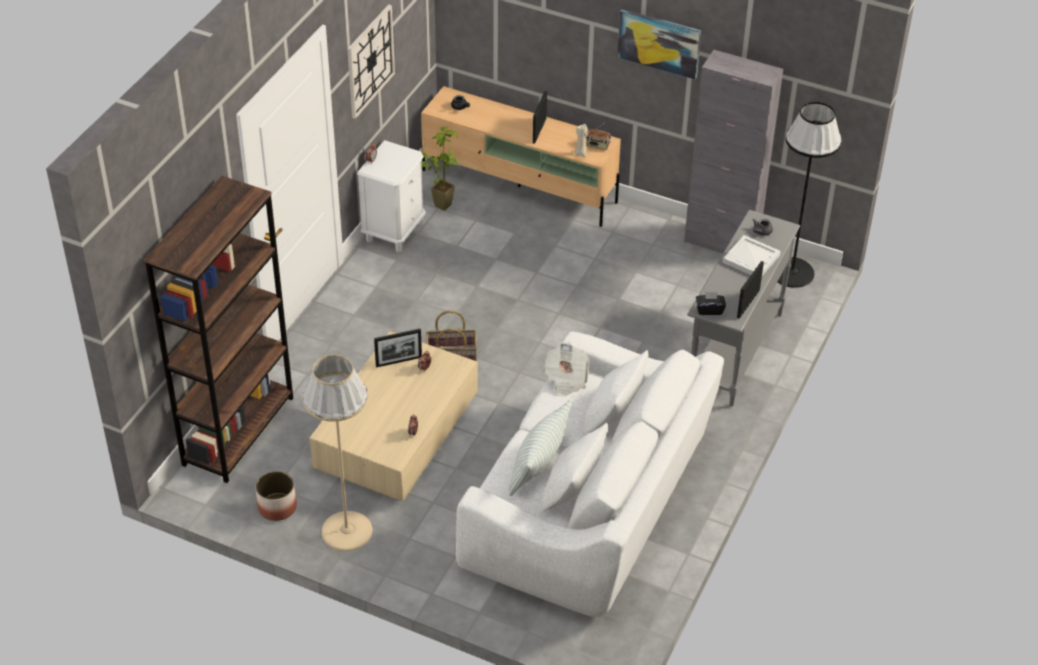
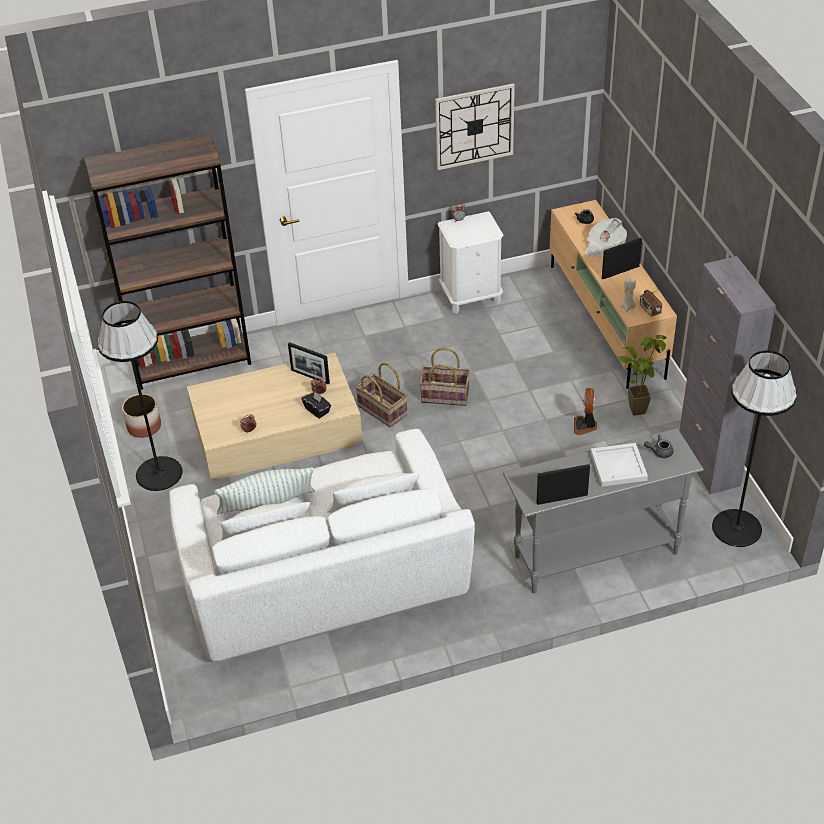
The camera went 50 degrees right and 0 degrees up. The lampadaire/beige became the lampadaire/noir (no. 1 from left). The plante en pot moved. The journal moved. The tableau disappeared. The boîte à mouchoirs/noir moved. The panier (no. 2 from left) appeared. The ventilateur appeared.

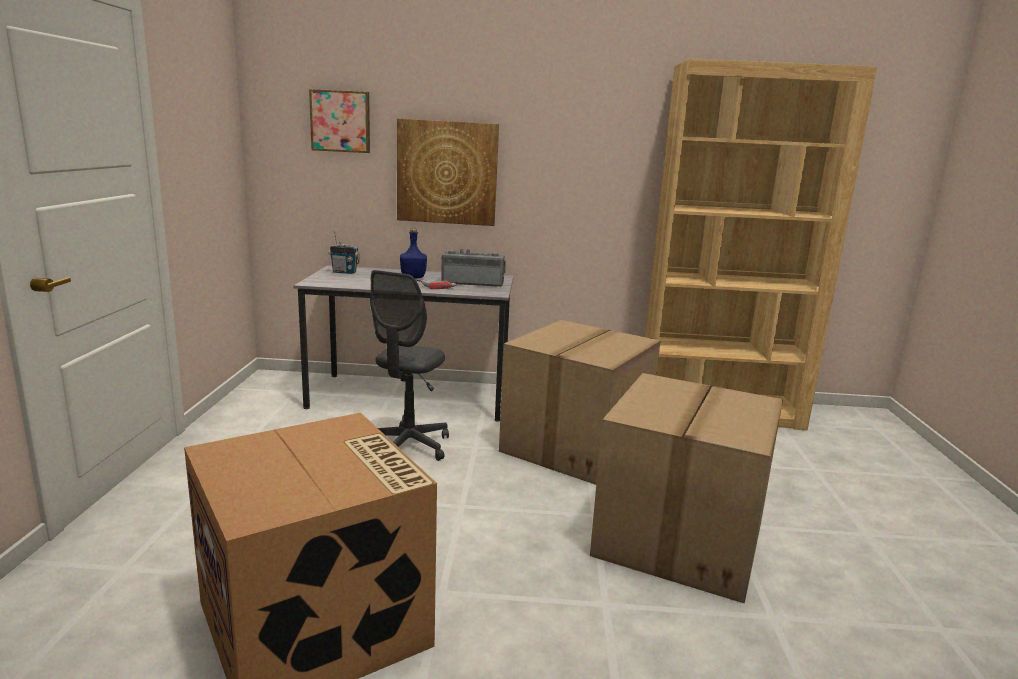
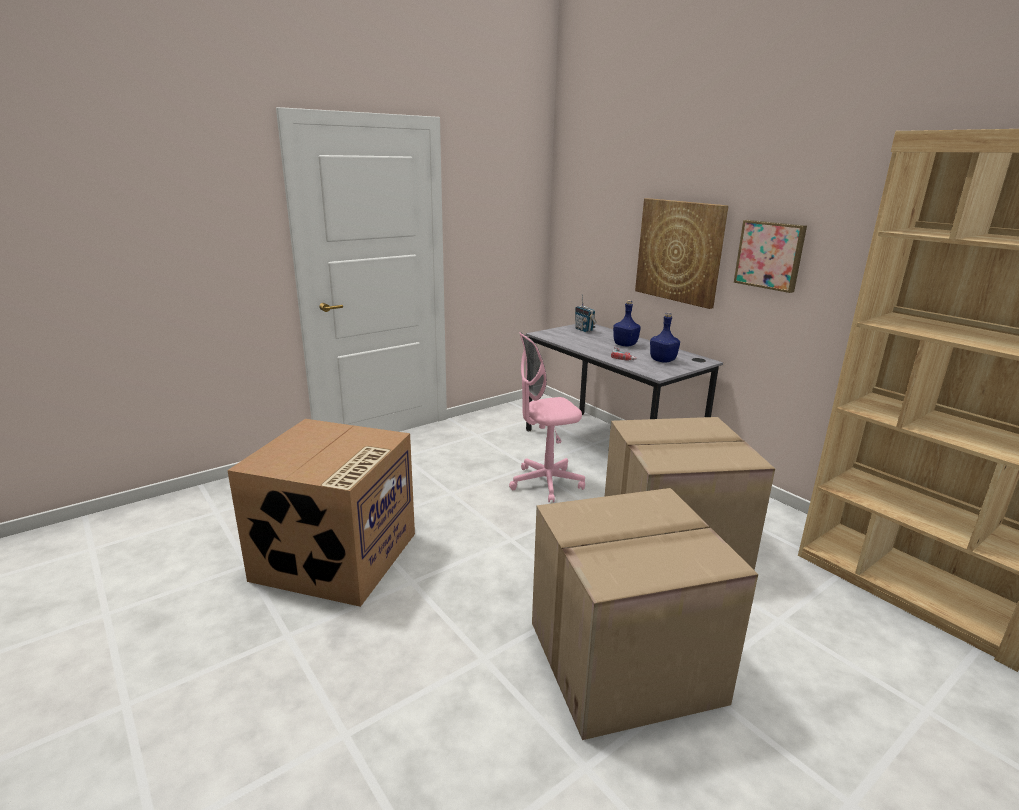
The camera went 50 degrees right and 5 degrees up. The tableau (no. 1 from left in the first image) moved. The chaise de bureau/gris became the chaise de bureau/rose. The radio (no. 2 from left) was replaced by the bouteille/bleu (no. 2 from left).

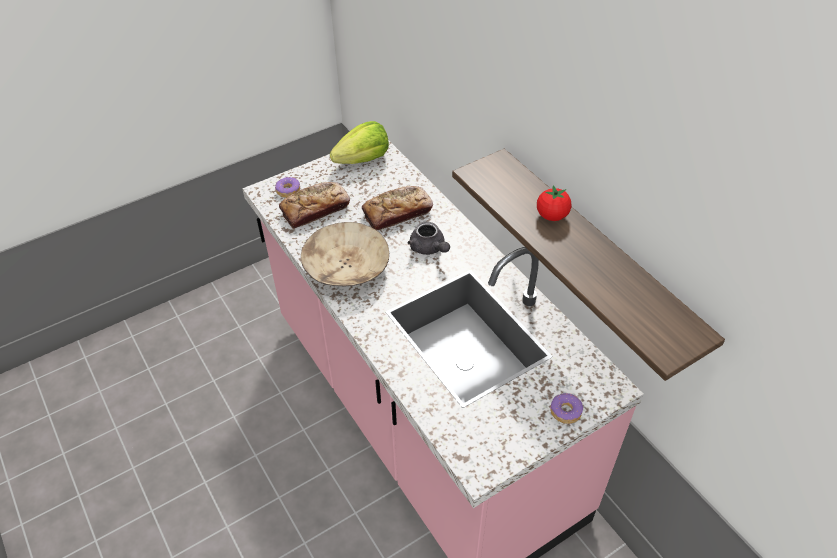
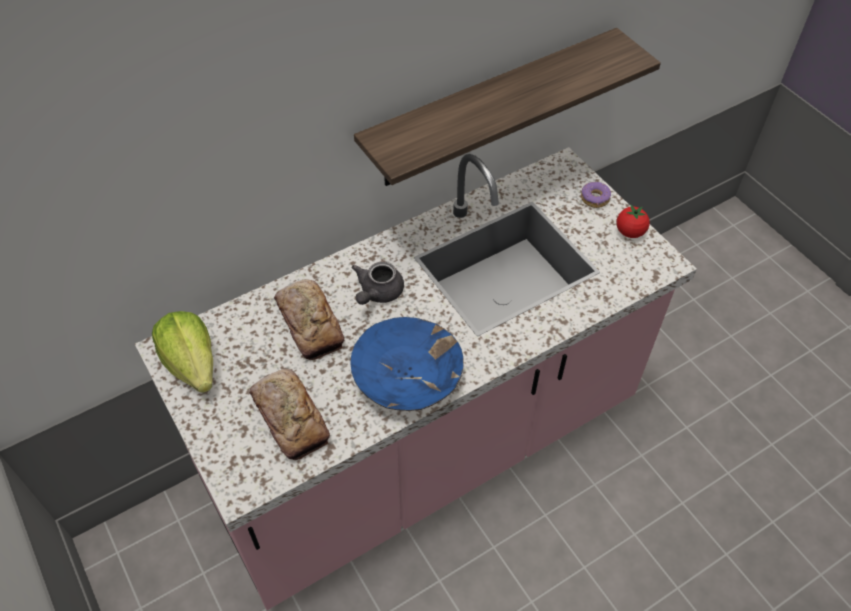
The camera went 90 degrees left and 5 degrees up. The beignet (no. 1 from left) disappeared. The bol/beige became the bol/bleu. The théière/gris turned 150 degrees clockwise. The tomate moved.

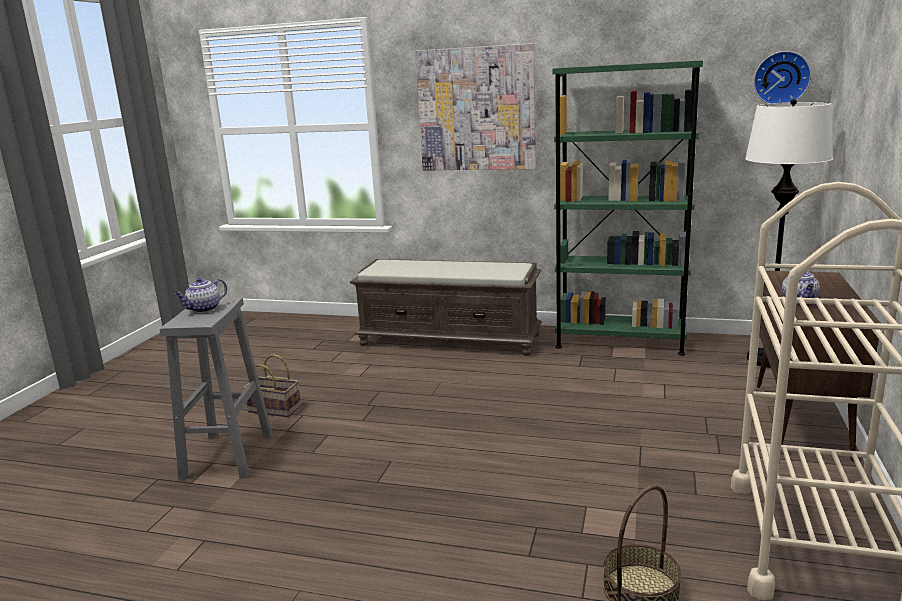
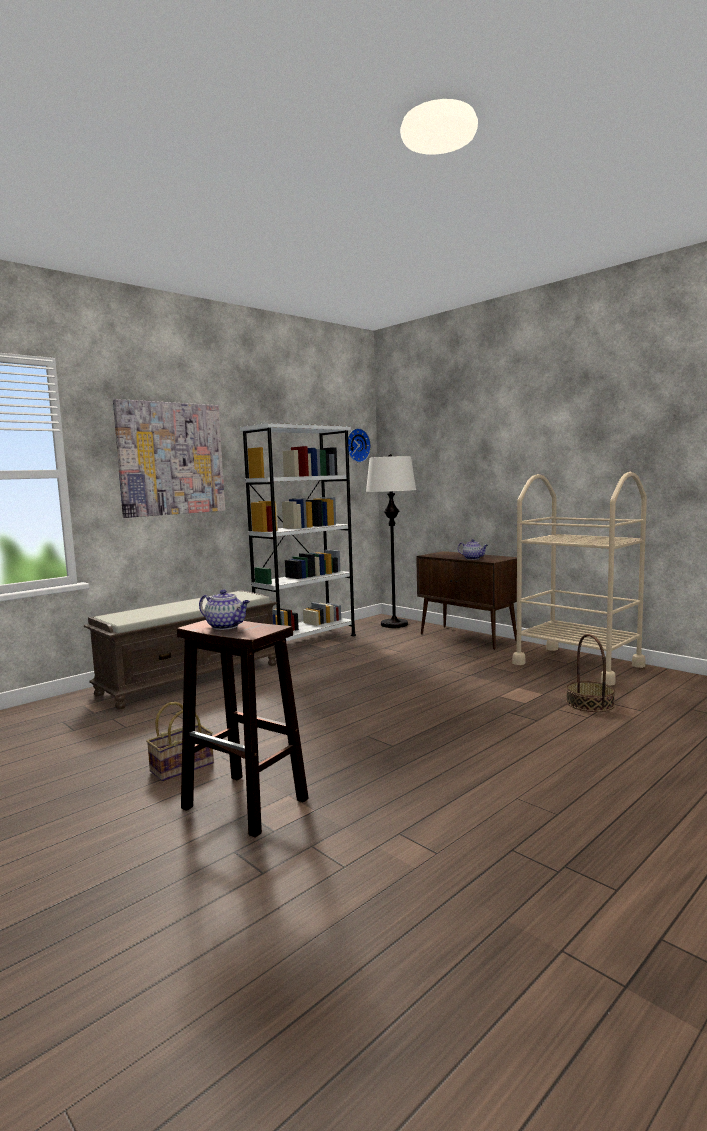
The camera went 60 degrees left and 10 degrees down. The tabouret/gris became the tabouret/marron. The théière (no. 1 from left) turned 45 degrees counterclockwise. The bibliothèque/vert became the bibliothèque/blanc.

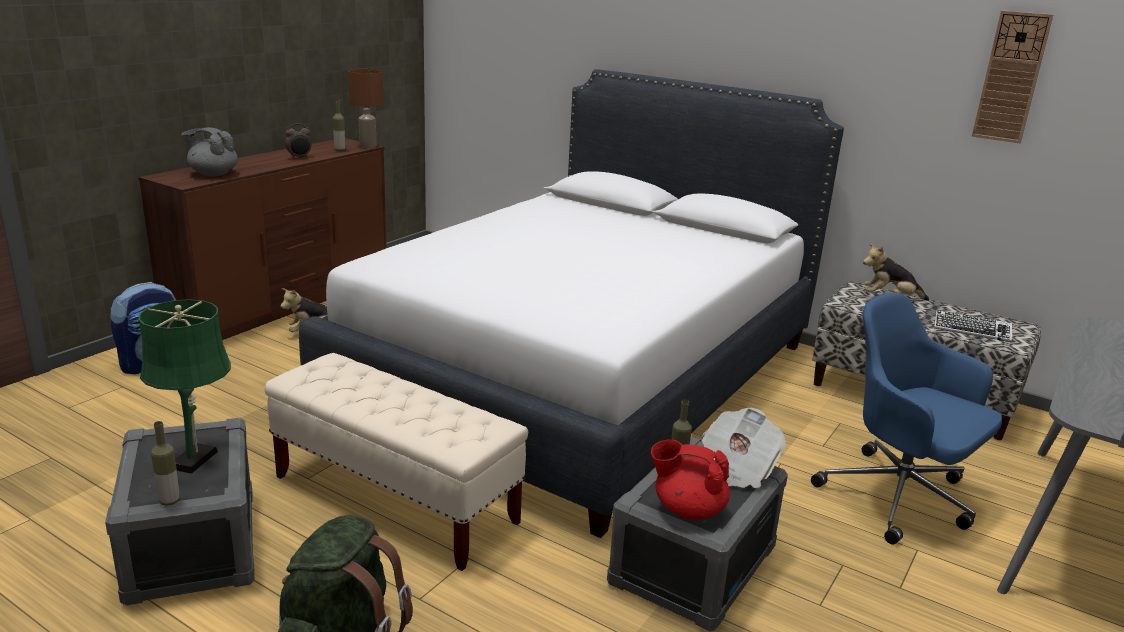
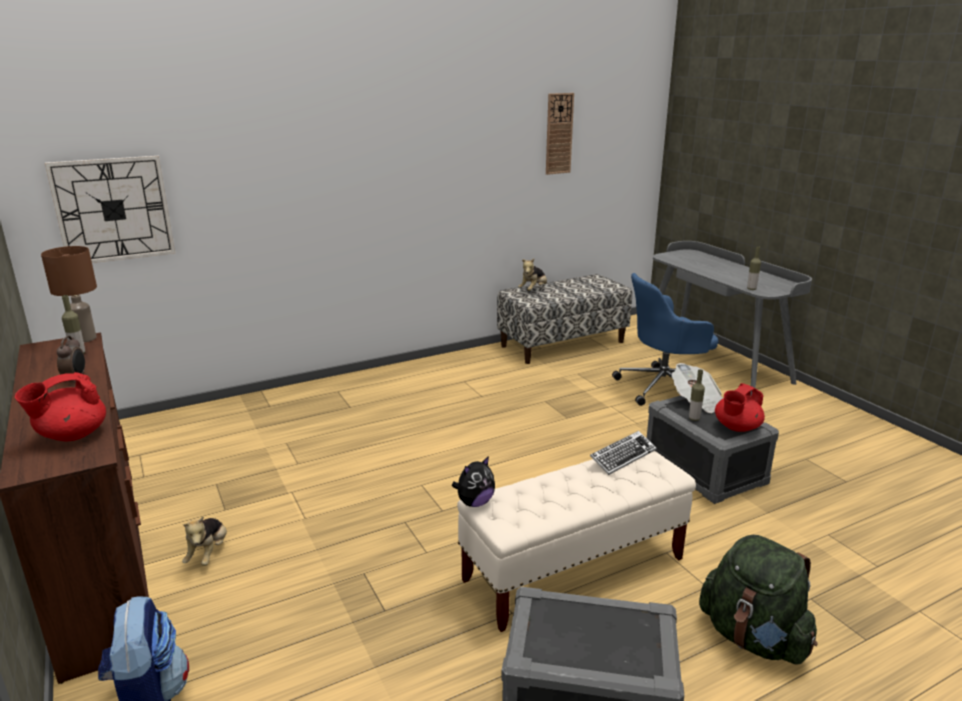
The camera went 60 degrees left and 0 degrees up. The lampe de table/vert disappeared. The bouteille (no. 1 from left in the first image) moved. The théière/gris became the théière/rouge (no. 1 from left). The lit/blanc disappeared. The clavier moved. The horloge murale (no. 1 from left) appeared. The peluche (no. 2 from left) appeared.

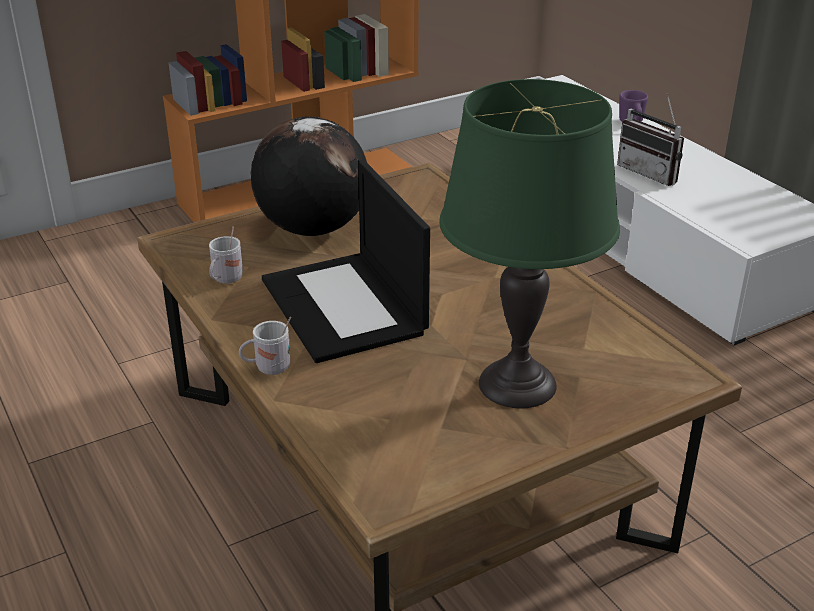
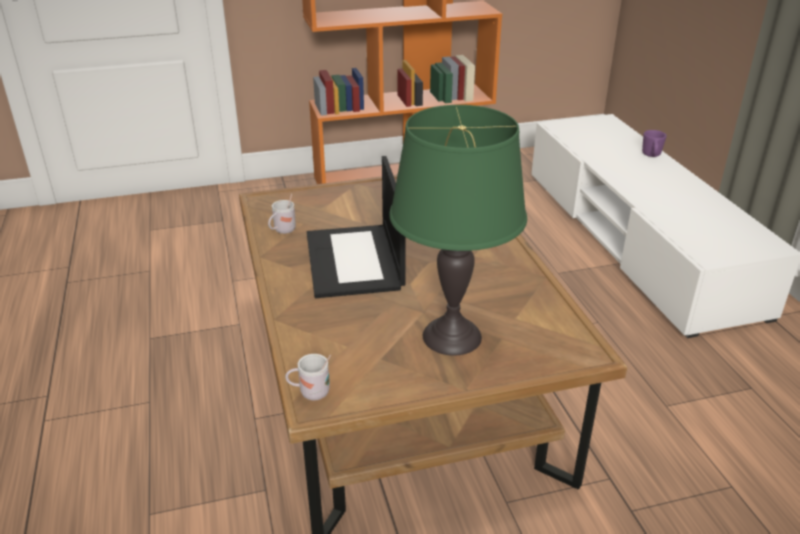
The camera went 15 degrees right and 0 degrees up. The mug/blanc (no. 2 from left) moved. The globe disappeared. The radio disappeared.

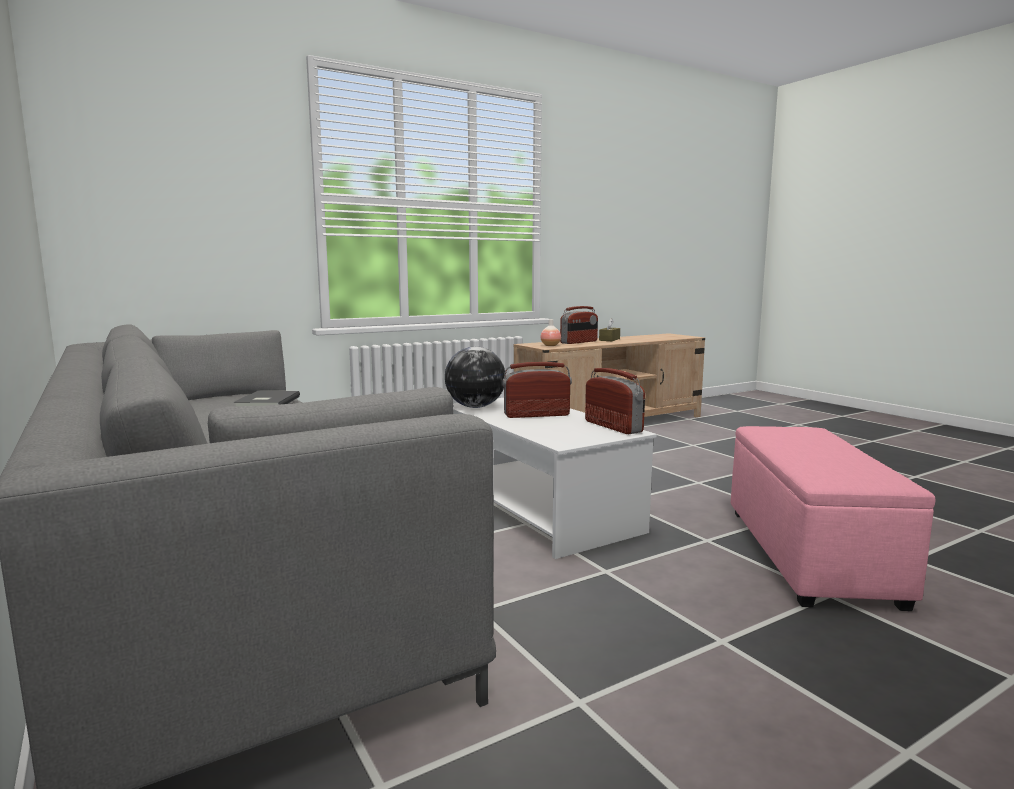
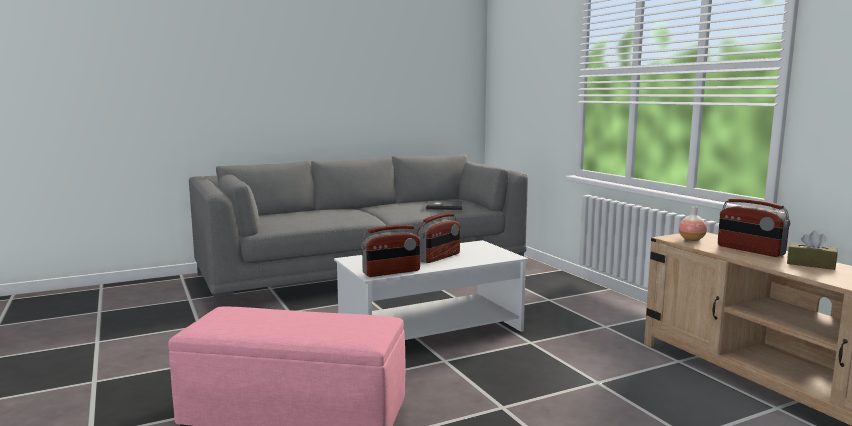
The camera went 95 degrees right and 0 degrees up. The globe disappeared. The radio (no. 1 from left in the first image) turned 45 degrees clockwise.

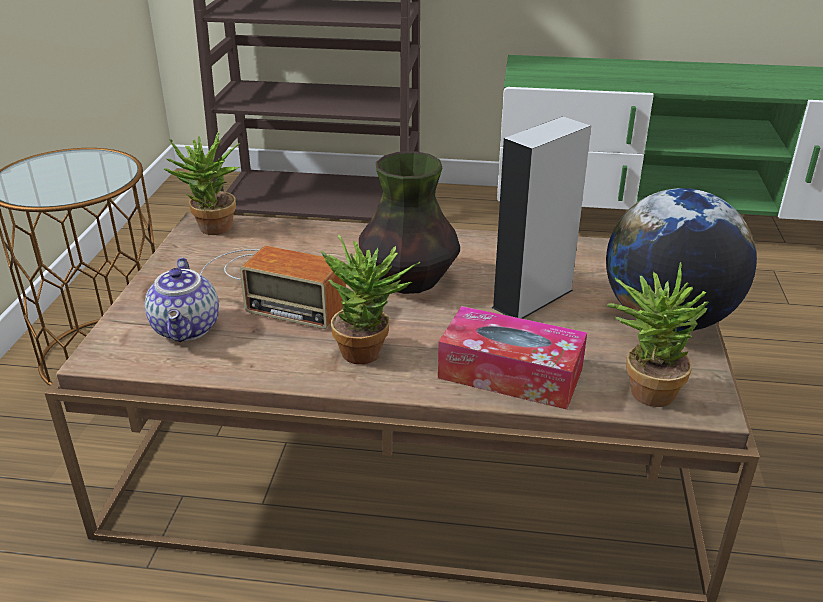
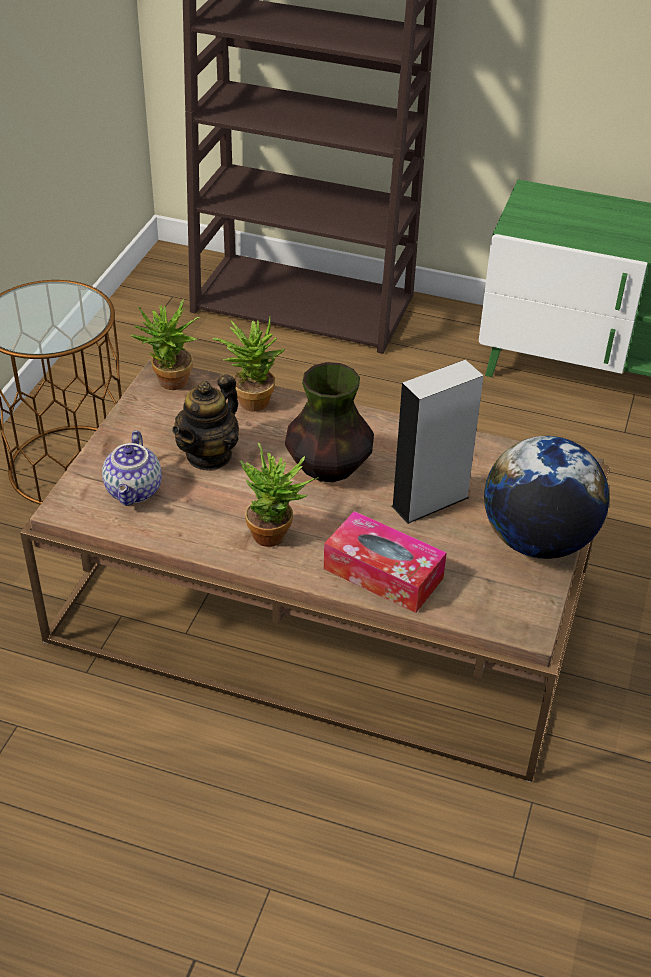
The camera went 10 degrees right and 10 degrees up. The radio was replaced by the théière (no. 2 from left). The plante en pot (no. 3 from left in the first image) moved.

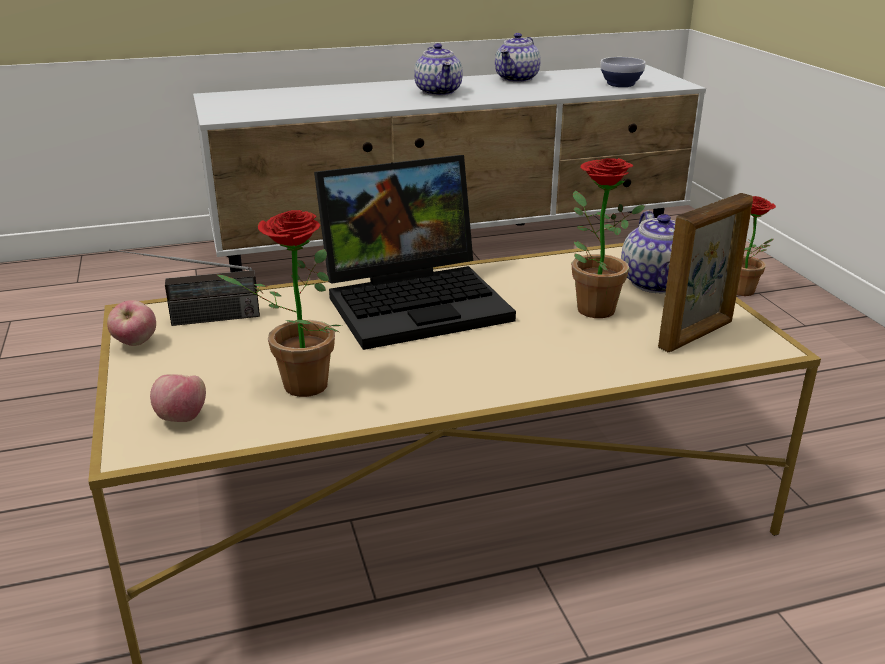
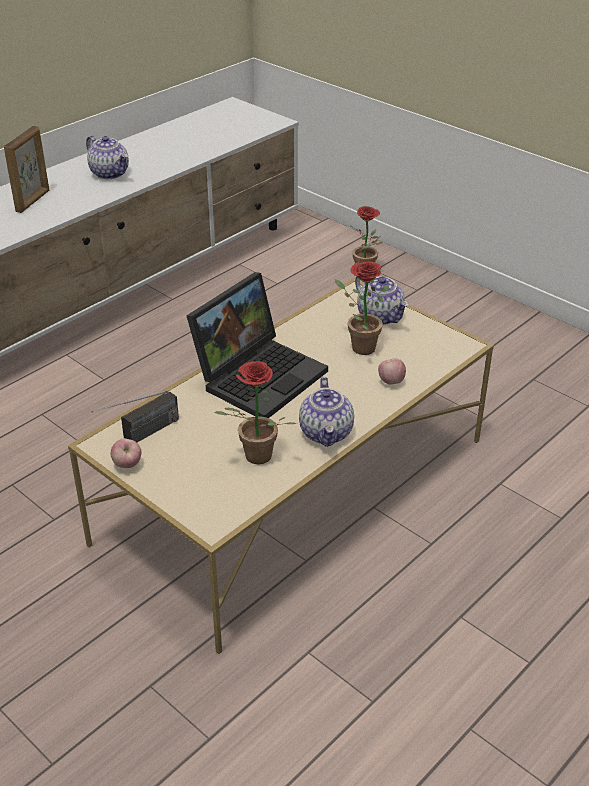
The camera went 30 degrees left and 10 degrees up. The pomme (no. 2 from left) moved. The théière (no. 2 from left) moved. The bol disappeared. The cadre photo moved.

